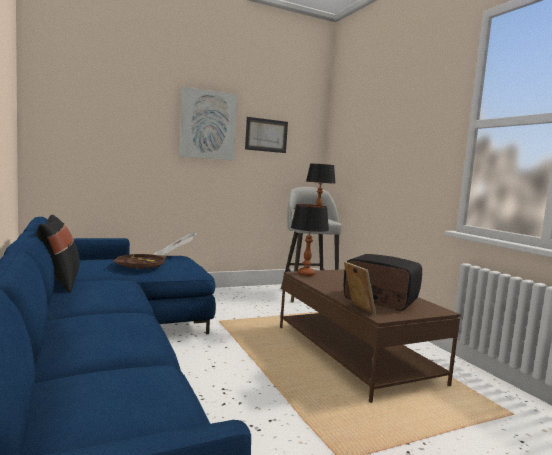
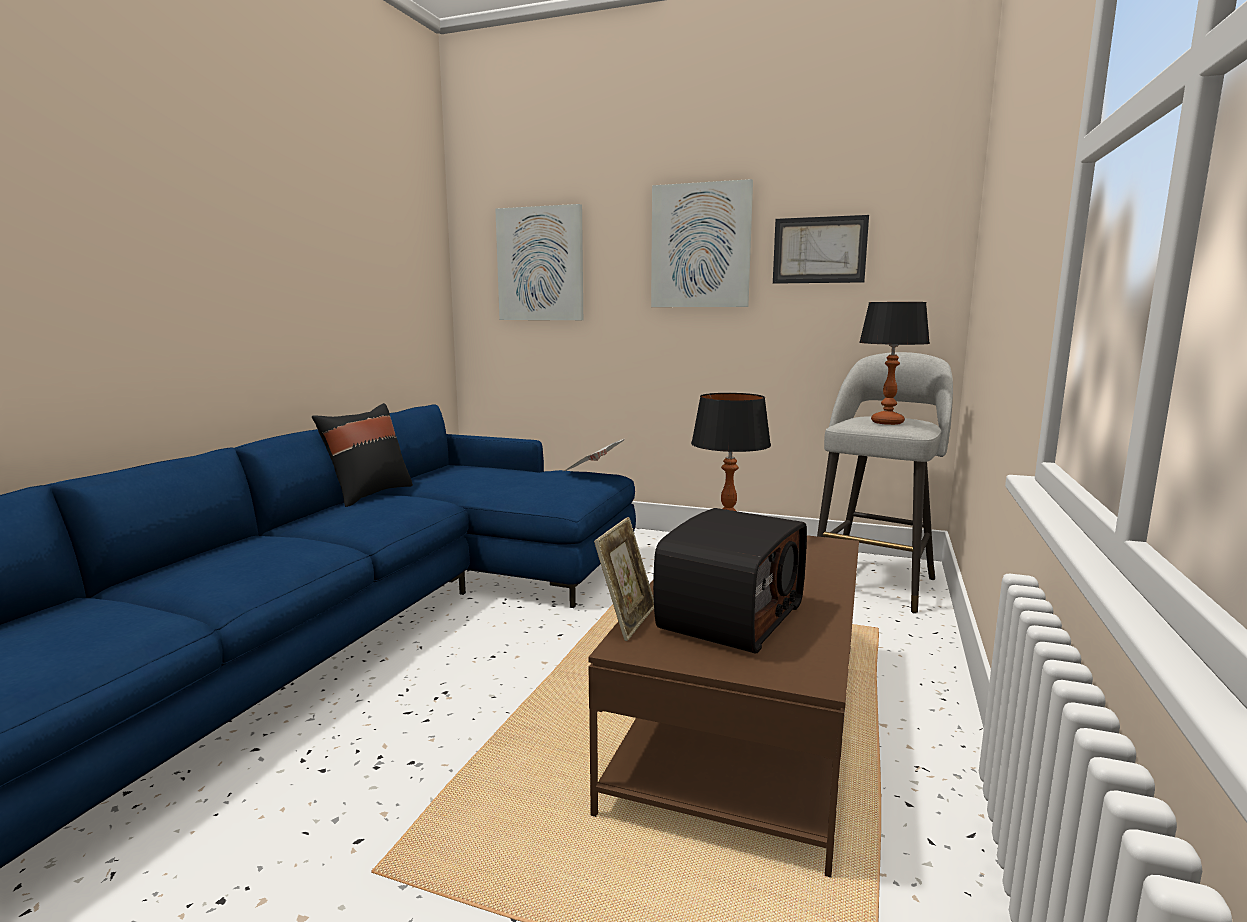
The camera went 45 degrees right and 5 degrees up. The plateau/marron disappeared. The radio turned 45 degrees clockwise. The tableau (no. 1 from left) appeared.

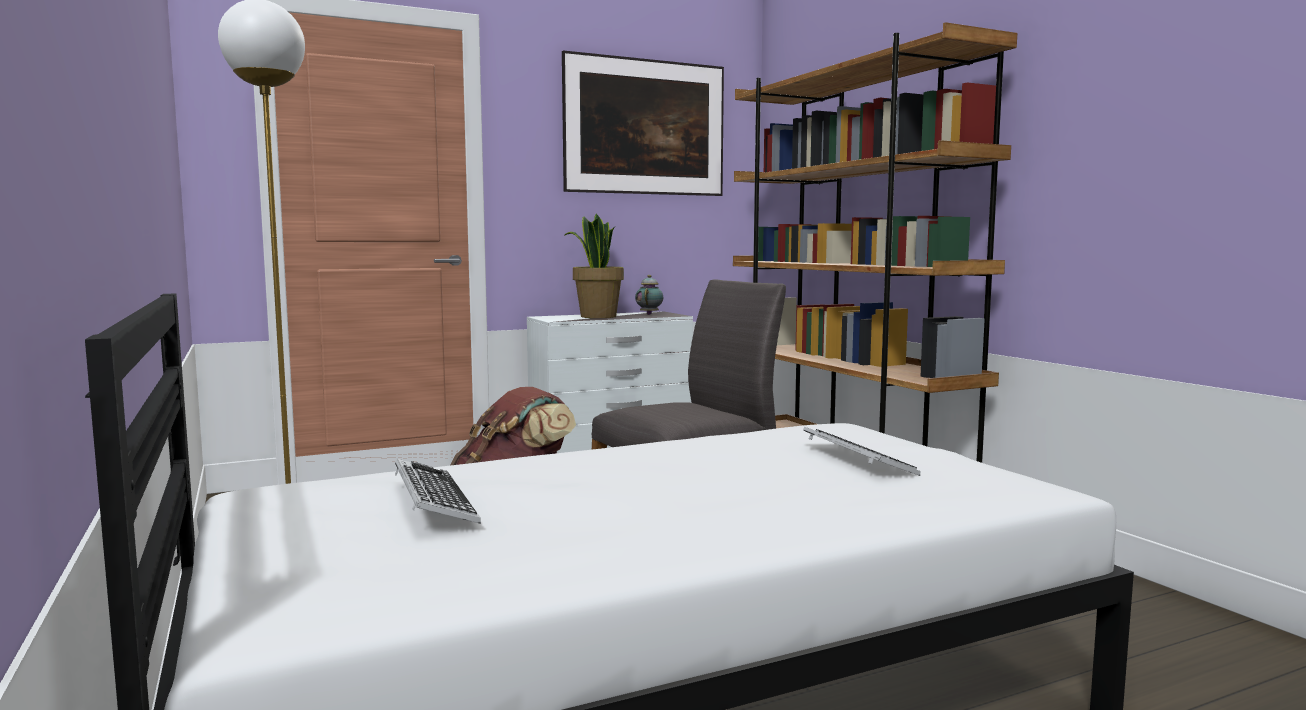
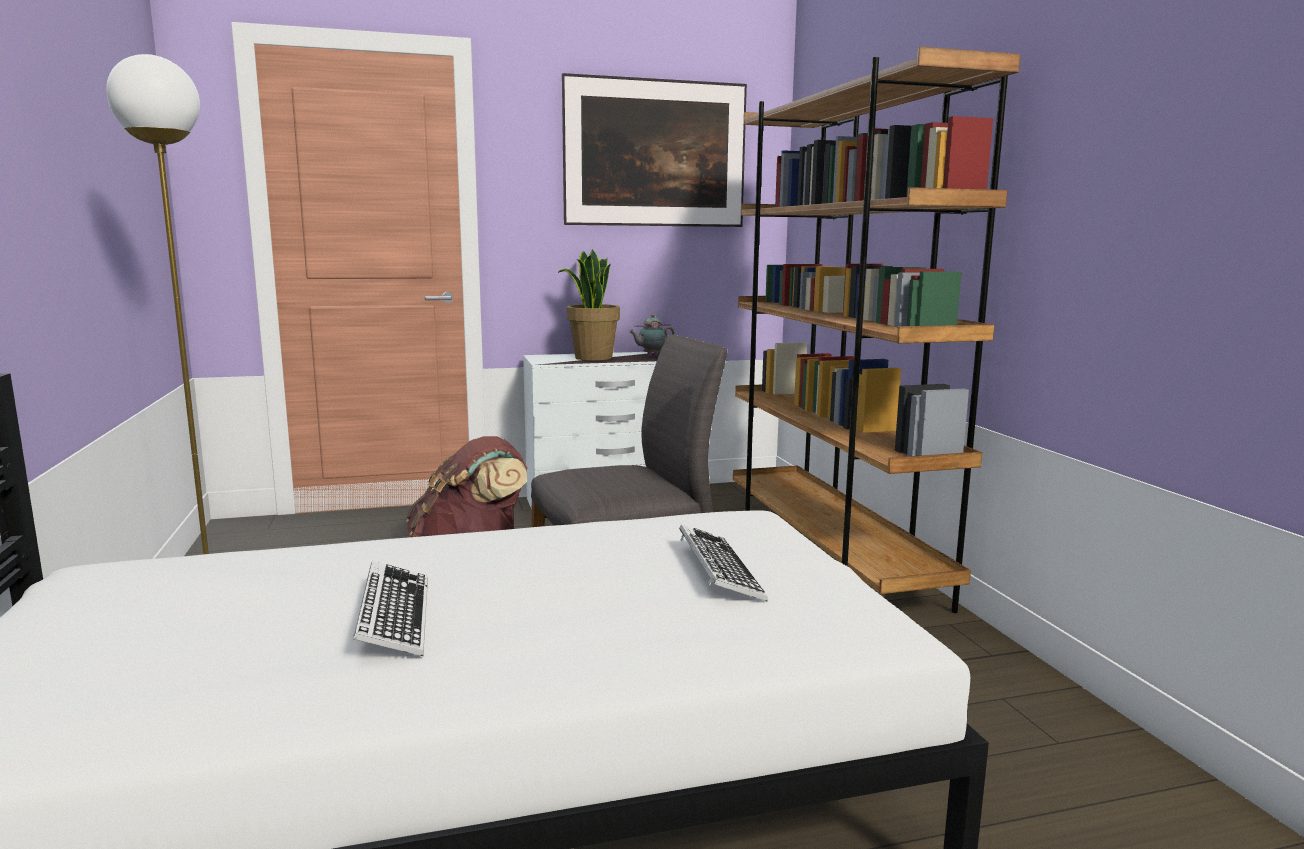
The camera went 10 degrees right and 5 degrees up. The clavier (no. 1 from left) moved. The théière turned 135 degrees counterclockwise.

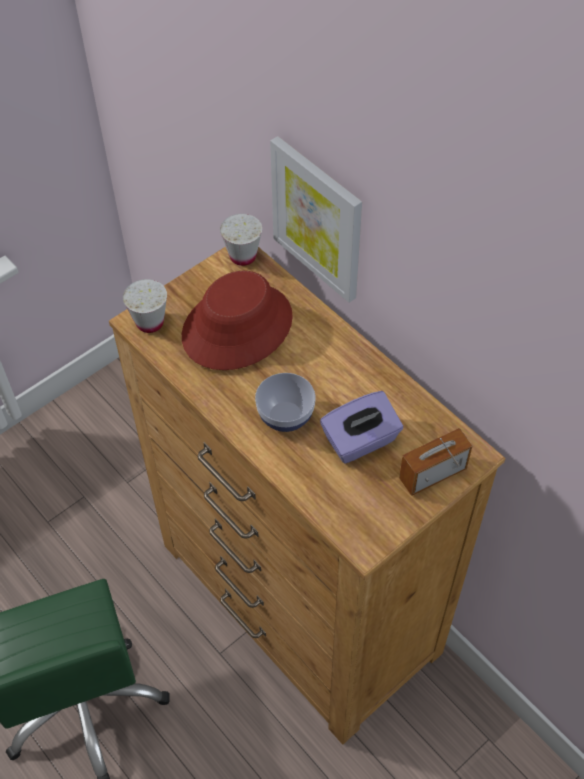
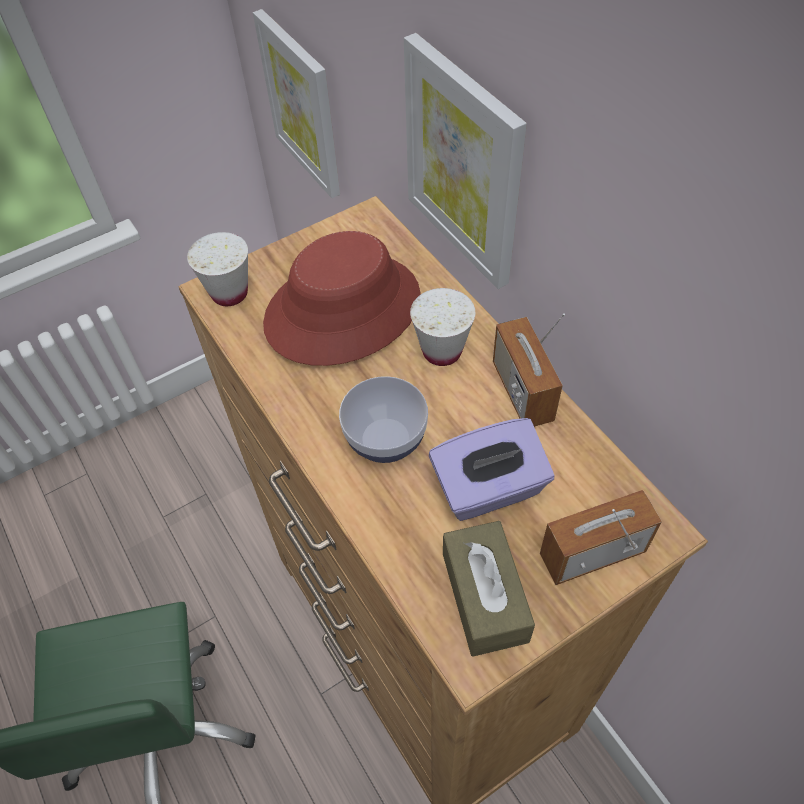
The camera went 10 degrees right and 0 degrees up. The tasse/blanc (no. 2 from left) moved. The tableau (no. 1 from left) appeared. The boîte à mouchoirs/marron appeared. The radio (no. 1 from left) appeared.

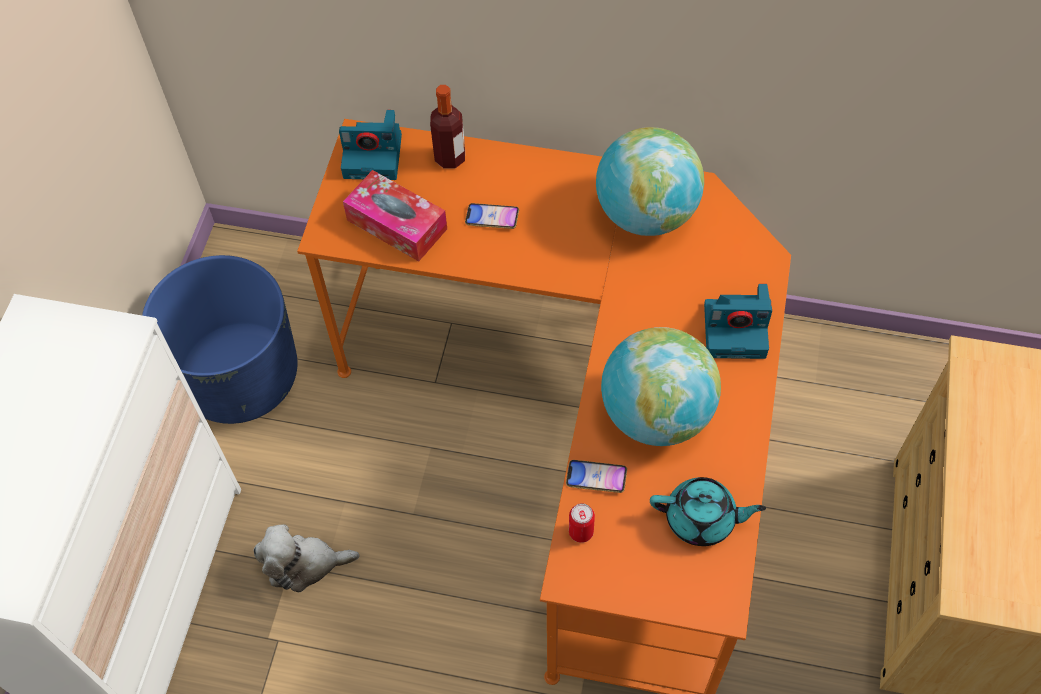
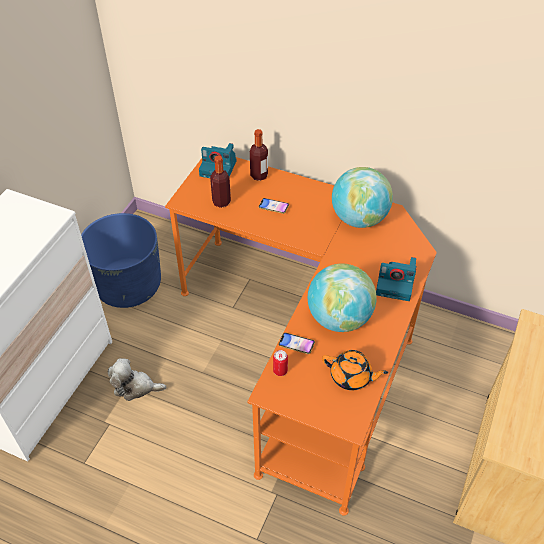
The camera went 10 degrees right and 10 degrees down. The boîte à mouchoirs was replaced by the bouteille (no. 1 from left). The théière/turquoise became the théière/orange.

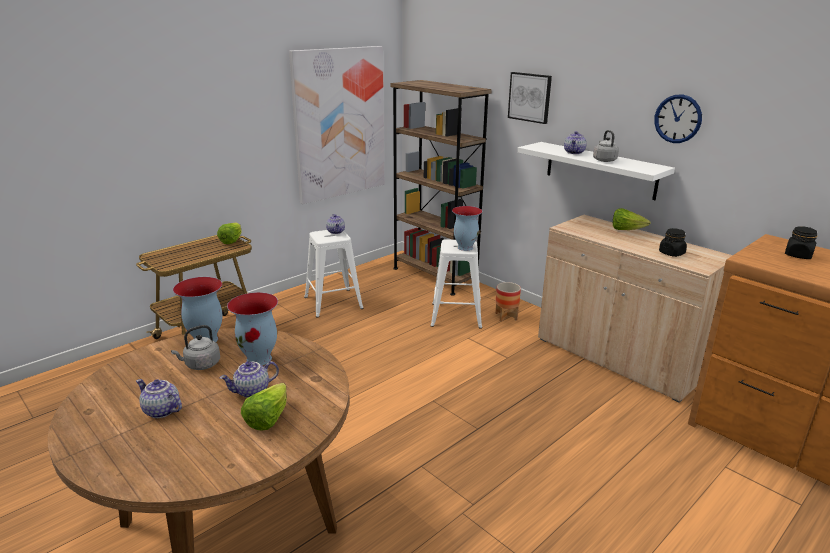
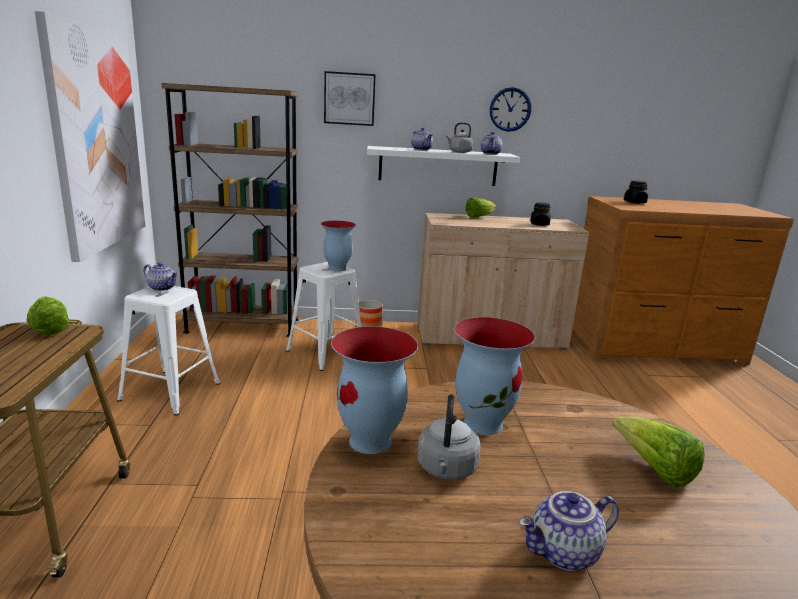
The camera went 50 degrees left and 5 degrees down. The théière (no. 2 from left in the first image) moved.

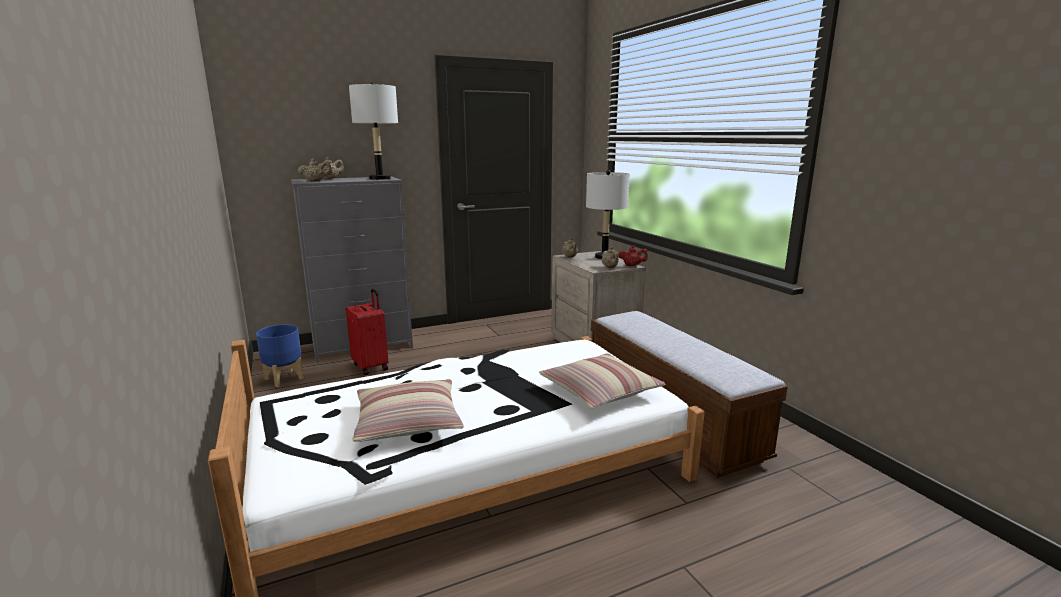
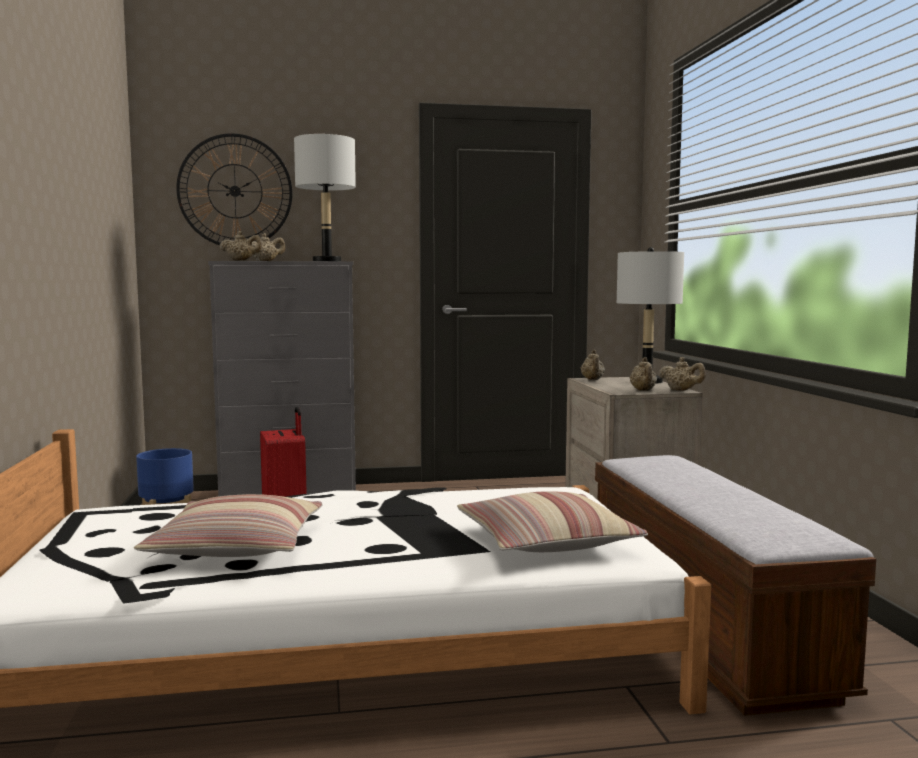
The camera went 15 degrees right and 10 degrees down. The théière/rouge became the théière/beige (no. 5 from left). The horloge murale appeared.

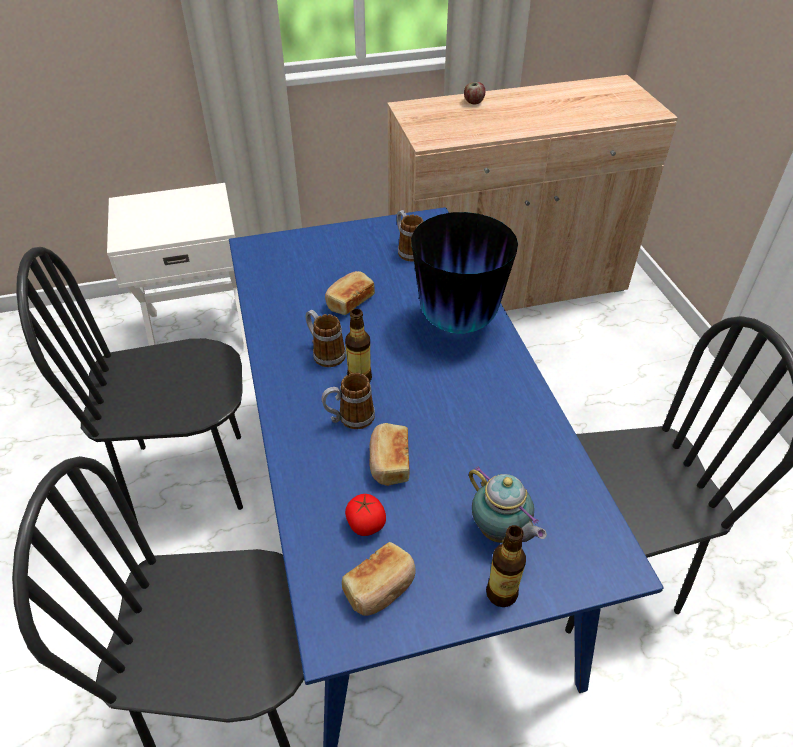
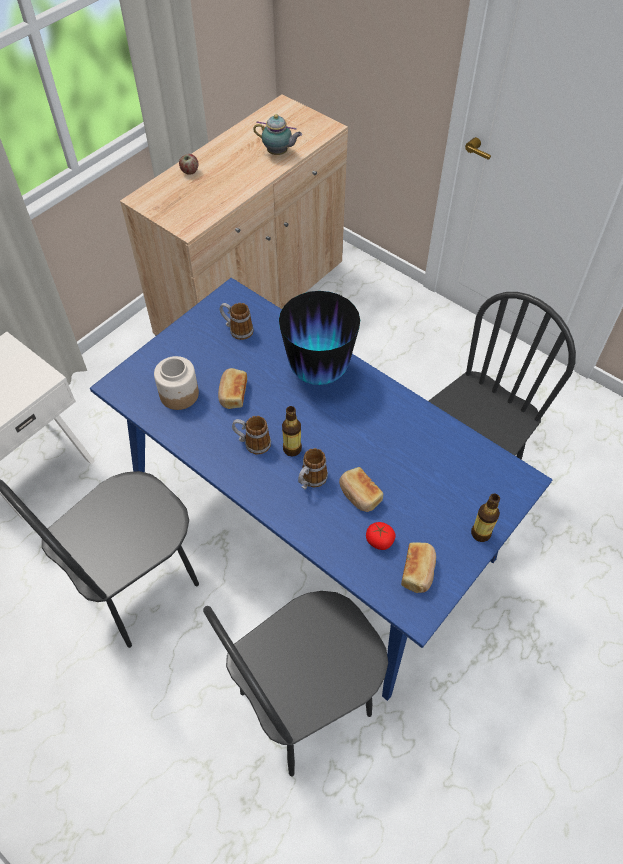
The camera went 35 degrees left and 10 degrees up. The théière moved. The bocal appeared.

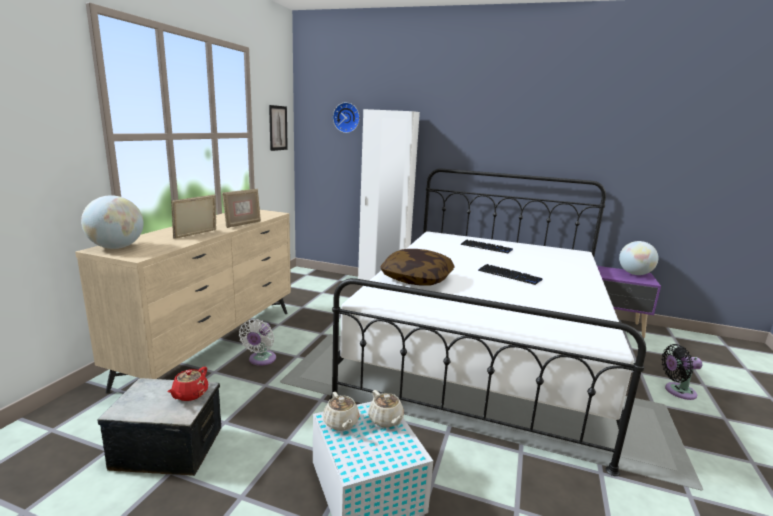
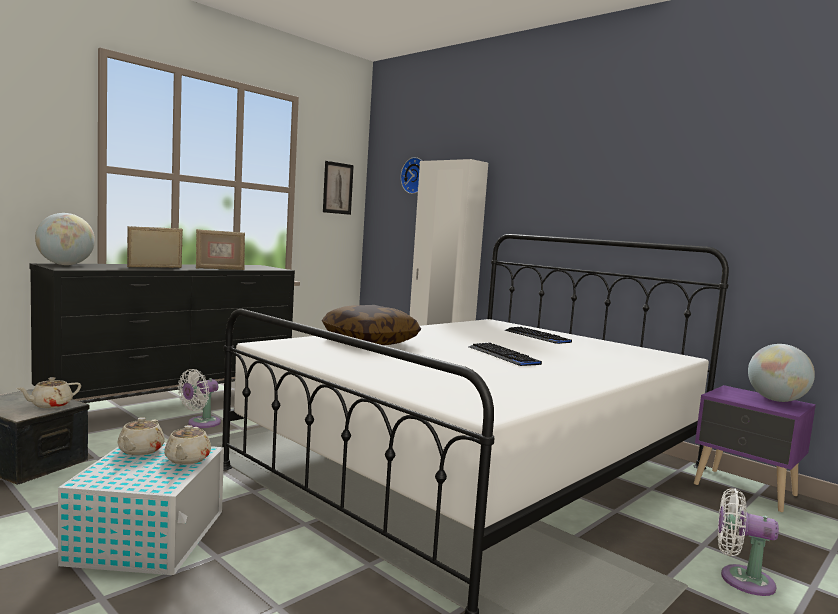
The camera went 25 degrees right and 10 degrees down. The commode/beige became the commode/noir. The théière/rouge became the théière/beige (no. 1 from left). The ventilateur/noir became the ventilateur/blanc (no. 2 from left).

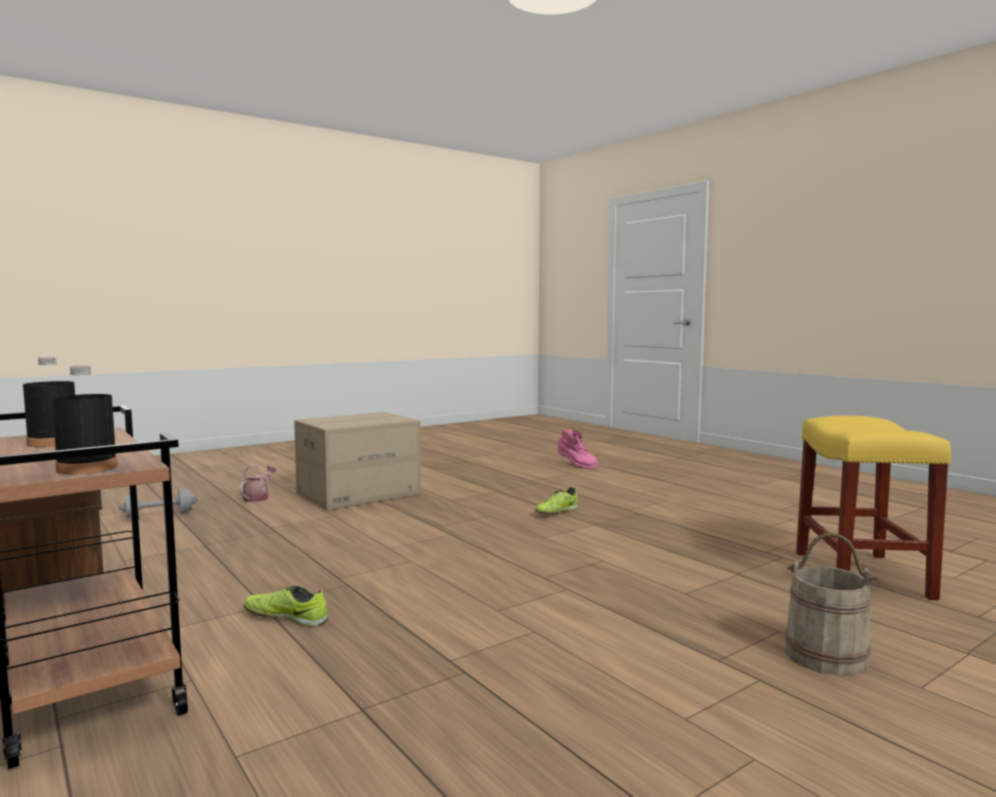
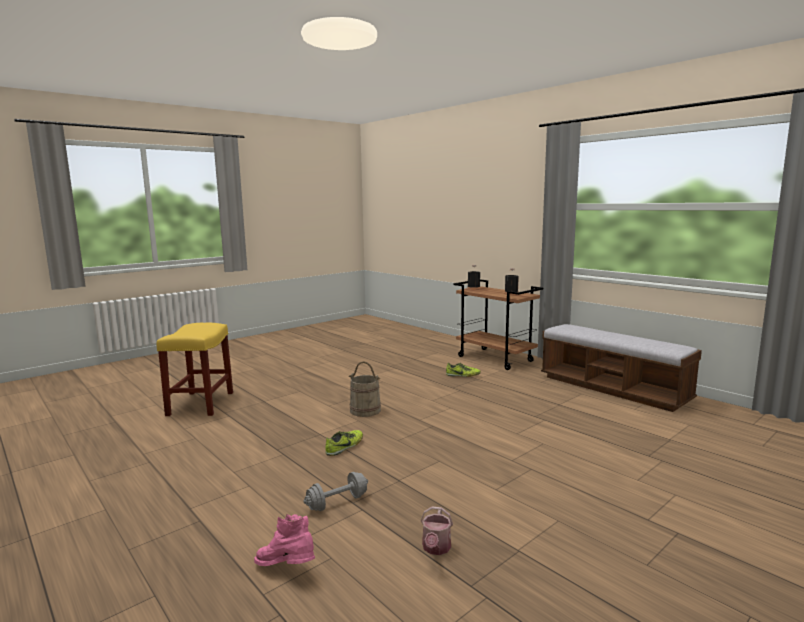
The camera went 175 degrees right and 5 degrees up. The haltère/gris moved. The arrosoir moved. The carton disappeared. The seau/beige moved.

